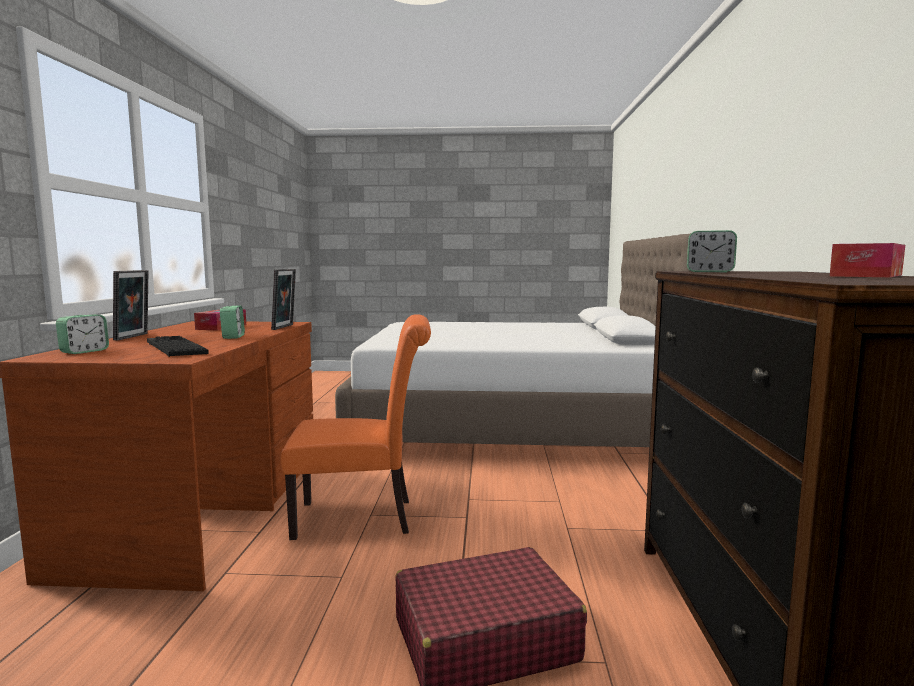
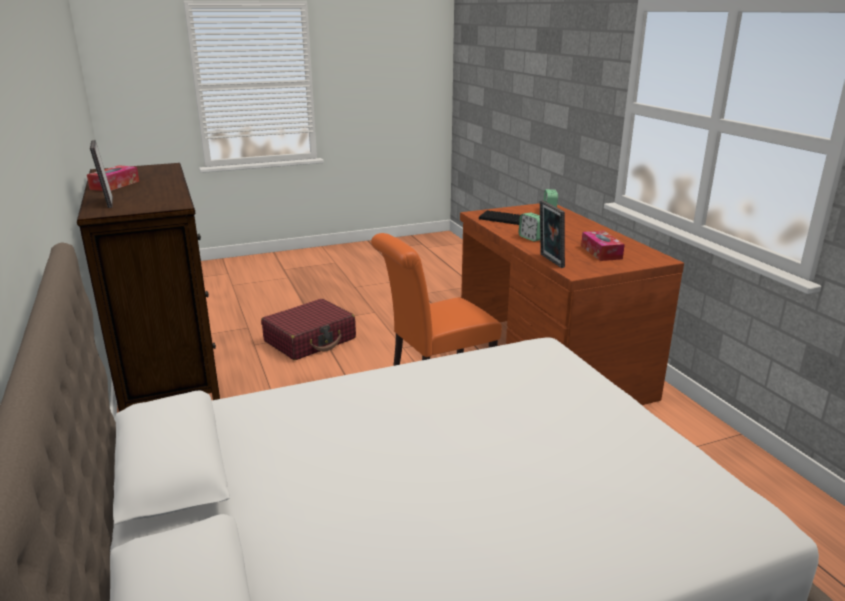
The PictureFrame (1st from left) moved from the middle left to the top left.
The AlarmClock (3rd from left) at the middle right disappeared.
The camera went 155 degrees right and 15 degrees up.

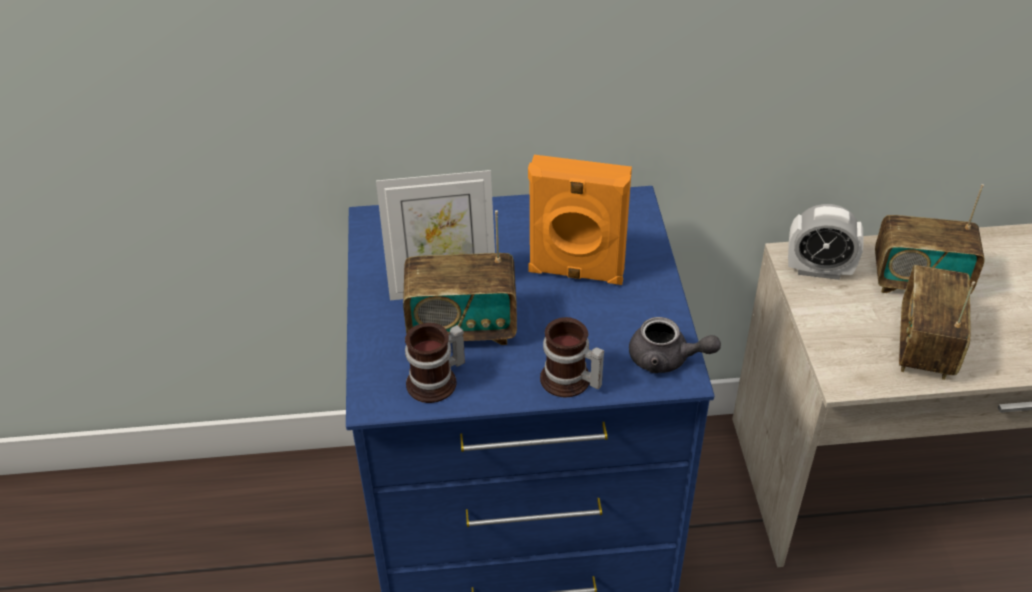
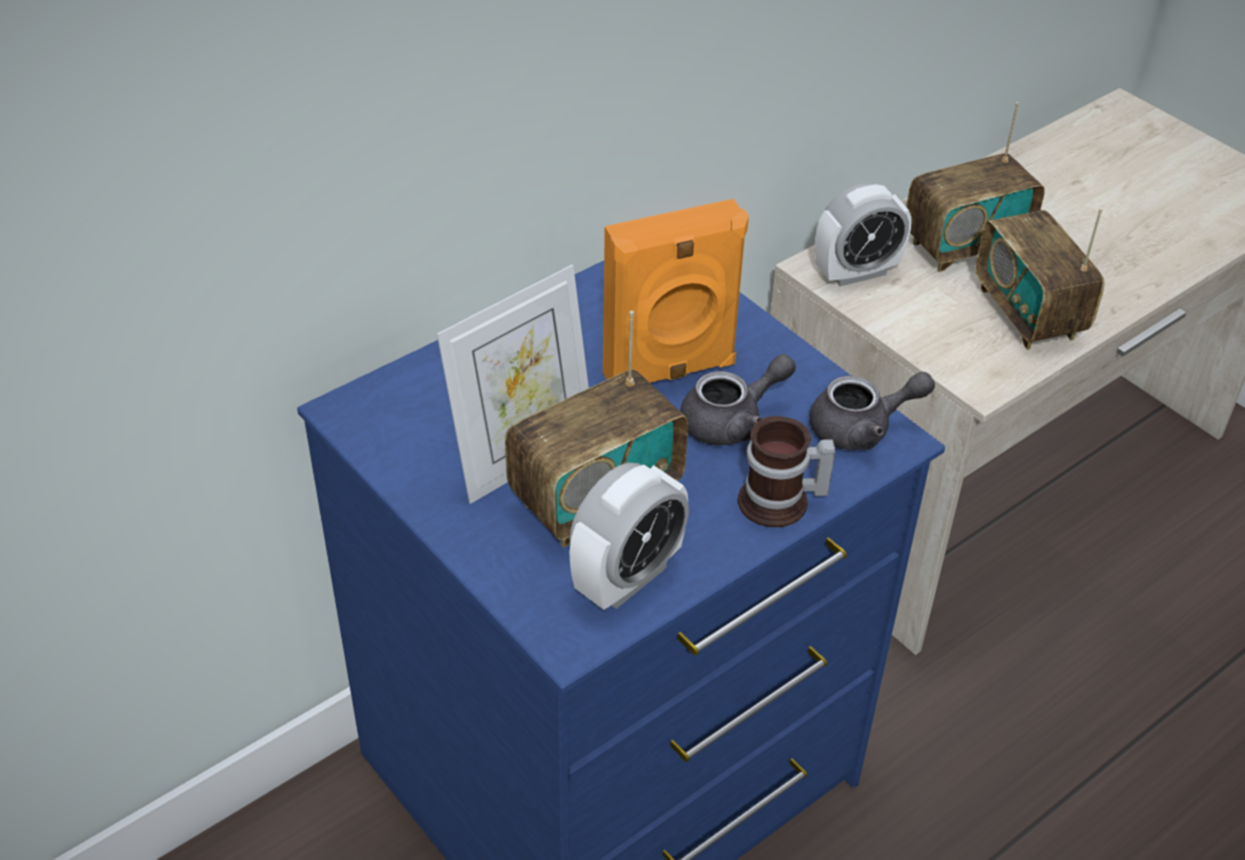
The Mug (1st from left) at the centre was replaced by the AlarmClock (1st from left) at the centre.
The GreyTeapot (1st from left) at the centre appeared.
The camera went 35 degrees left and 0 degrees up.

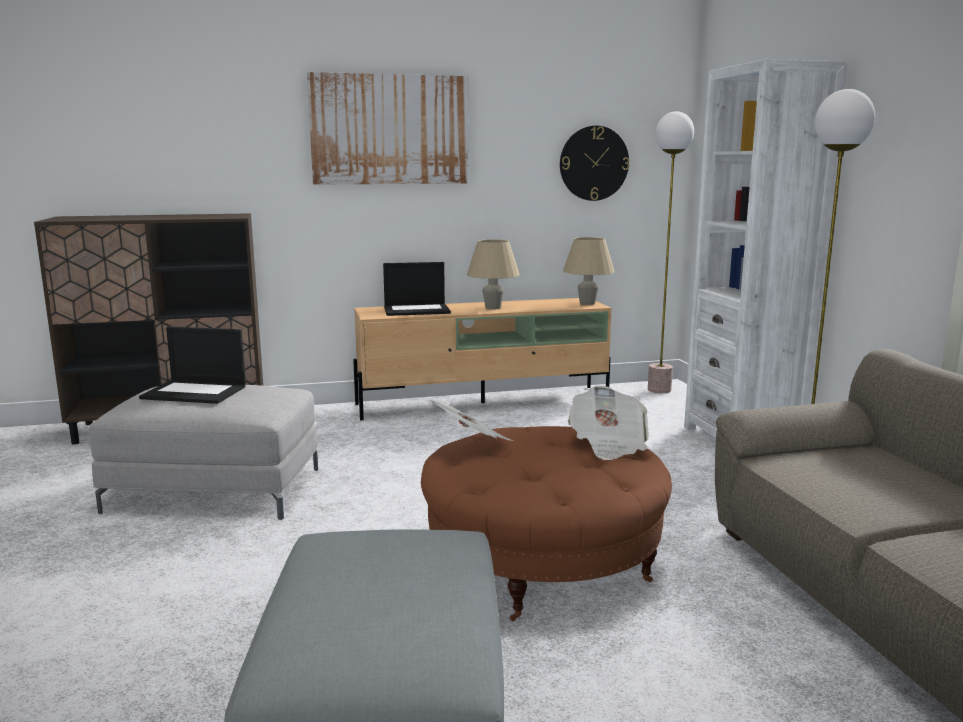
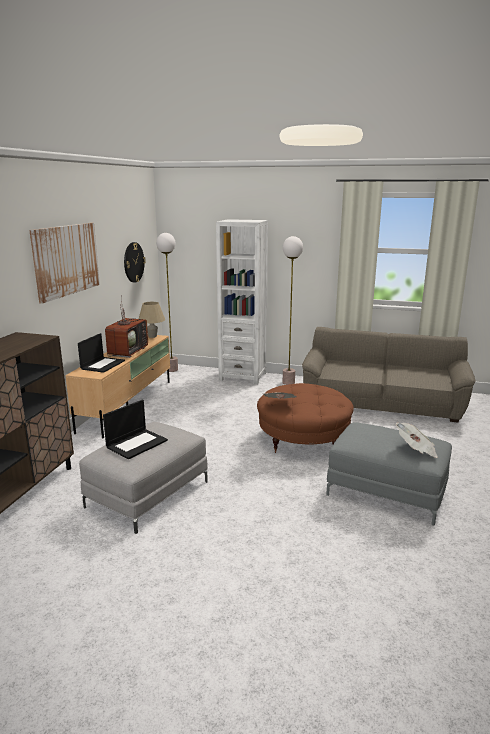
The BeigeTableLamp (1st from left) at the centre was replaced by the Television at the middle left.
The Newspaper (2nd from left) moved from the centre to the middle right.
The camera went 60 degrees left and 5 degrees up.

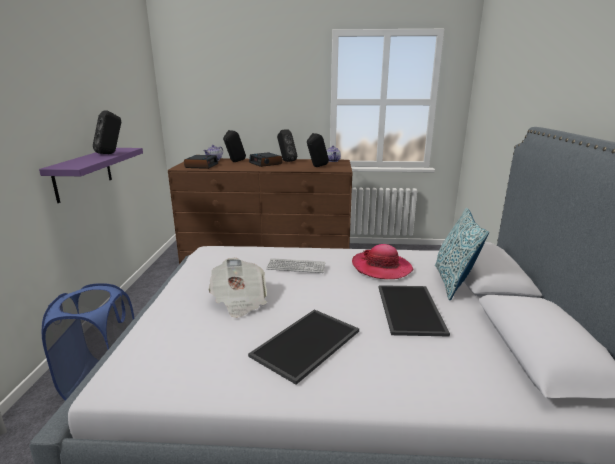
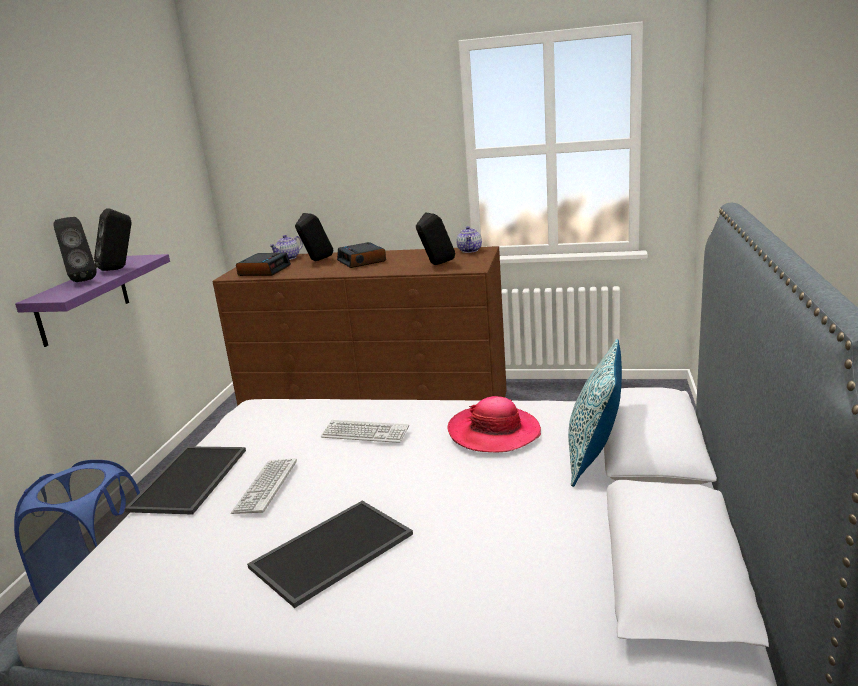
The Newspaper at the centre was replaced by the Keyboard (1st from left) at the bottom left.
The BlackSpeaker (3rd from left in the first image) moved from the top centre to the middle left.
The Tray (2nd from left in the first image) moved from the bottom right to the bottom left.
The camera went 10 degrees right and 0 degrees up.

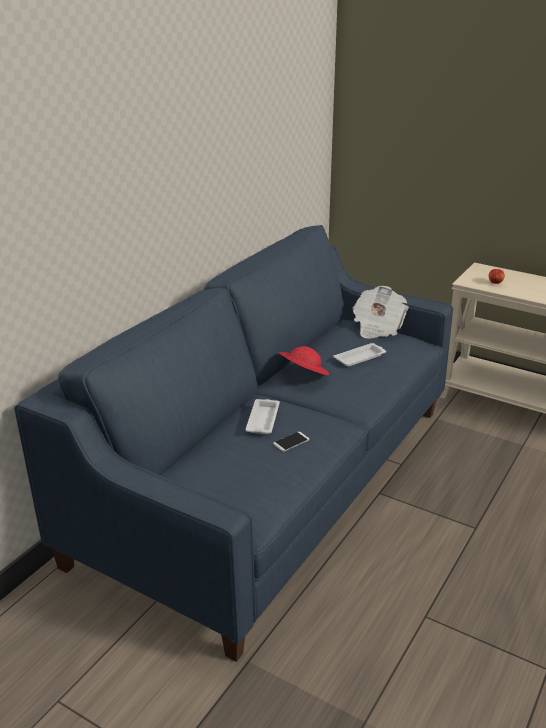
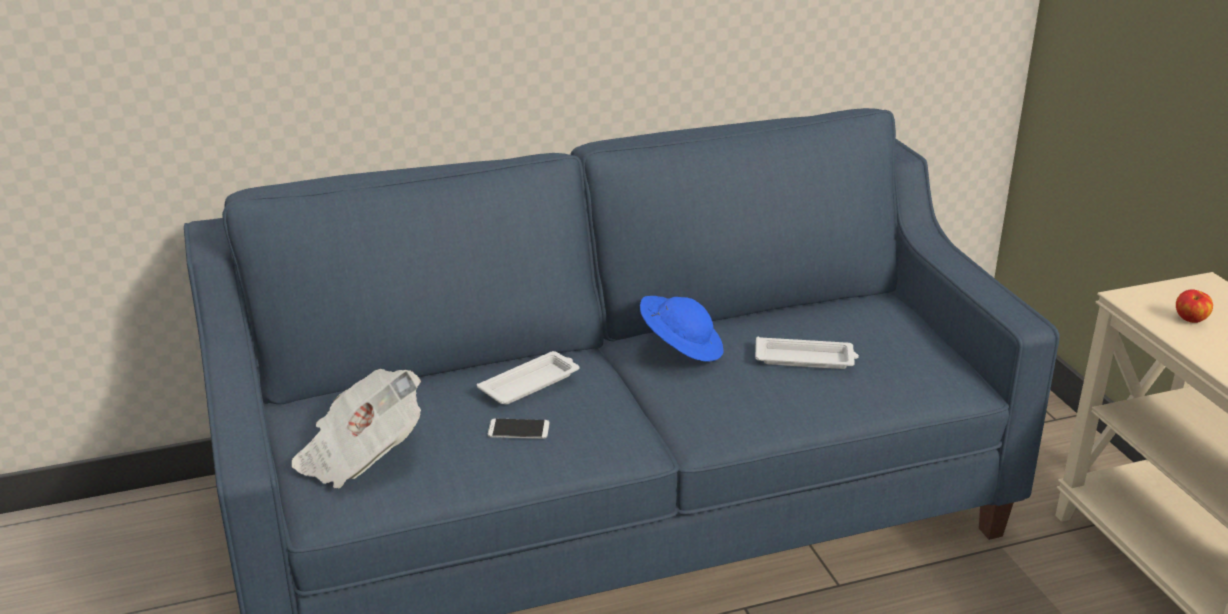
The RedHat at the centre became the BlueHat at the centre.
The Newspaper moved from the middle right to the bottom left.
The camera went 40 degrees right and 0 degrees up.

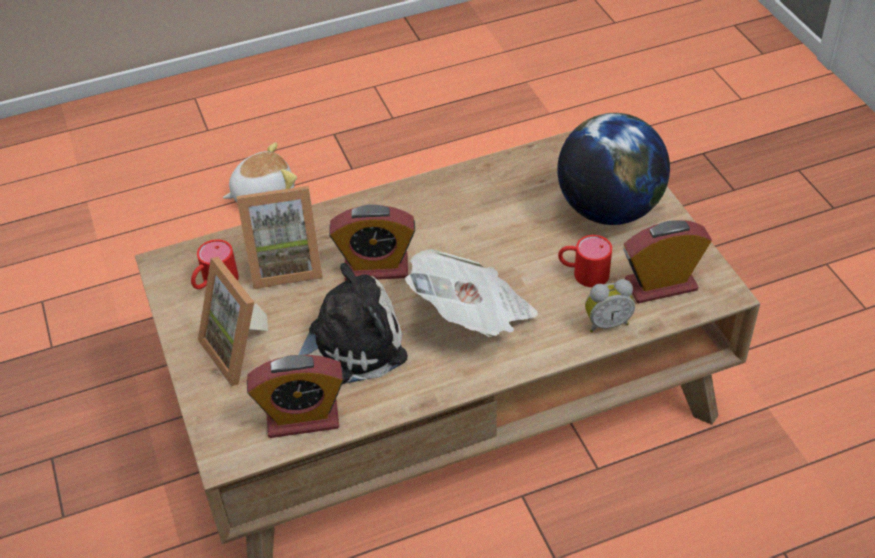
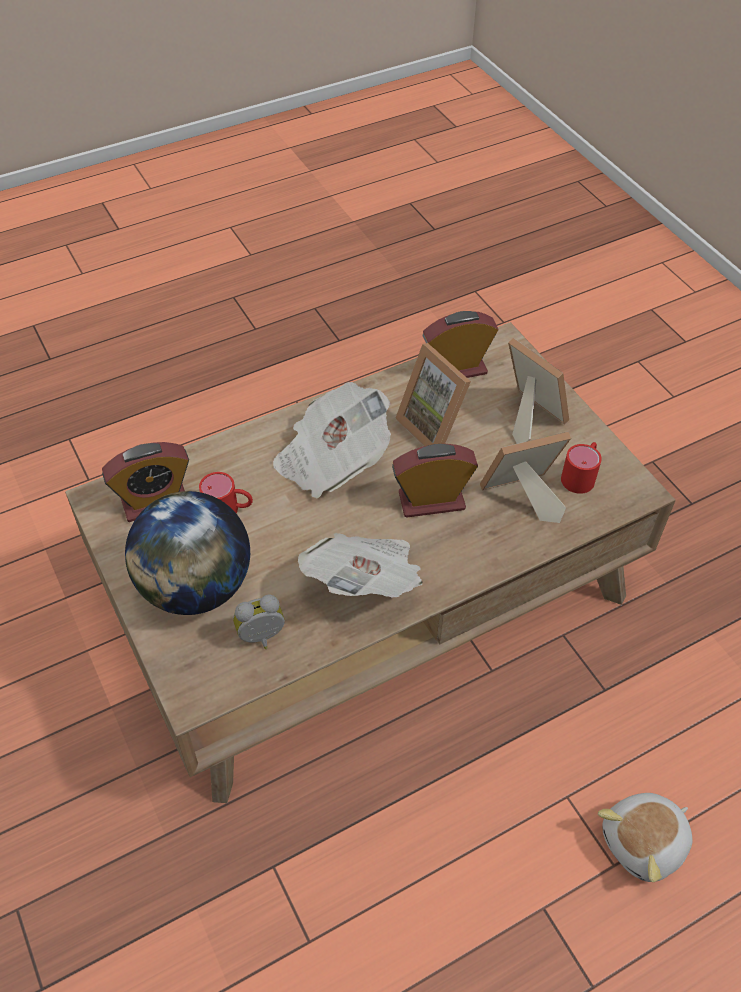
The PlushToy (2nd from left) at the centre was replaced by the PictureFrame (1st from left) at the centre.
The AlarmClock (3rd from left in the first image) moved from the middle right to the centre.
The Newspaper (2nd from left) at the centre appeared.
The camera went 170 degrees right and 5 degrees up.

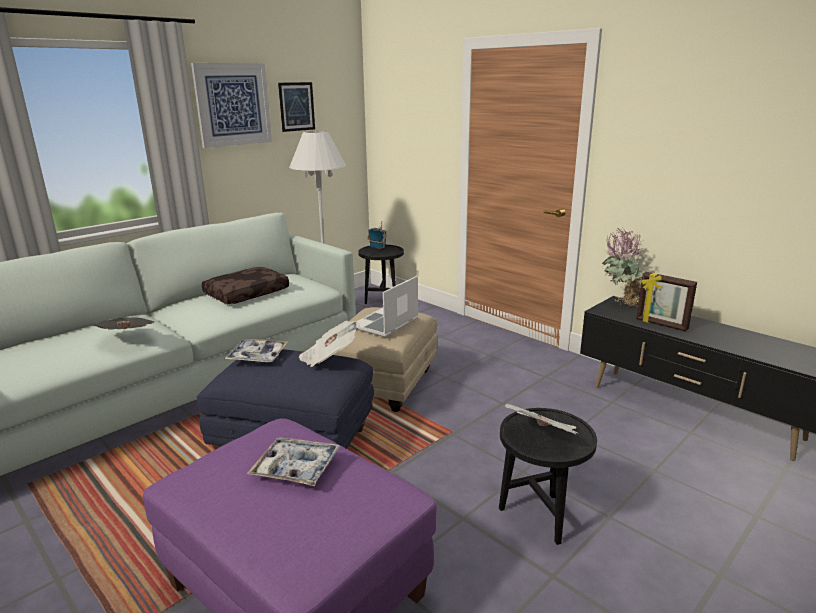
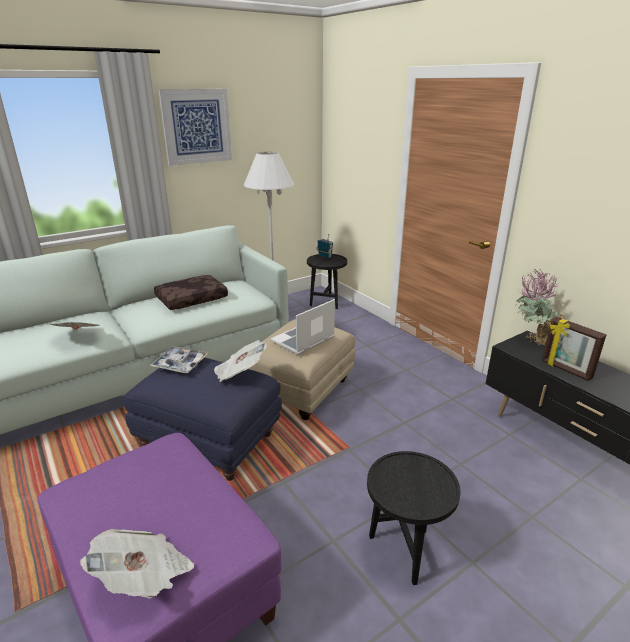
The Tray (2nd from left) at the bottom centre disappeared.
The Picture (2nd from left) at the top centre disappeared.
The Newspaper (3rd from left in the first image) moved from the bottom centre to the bottom left.
The camera went 10 degrees right and 5 degrees up.

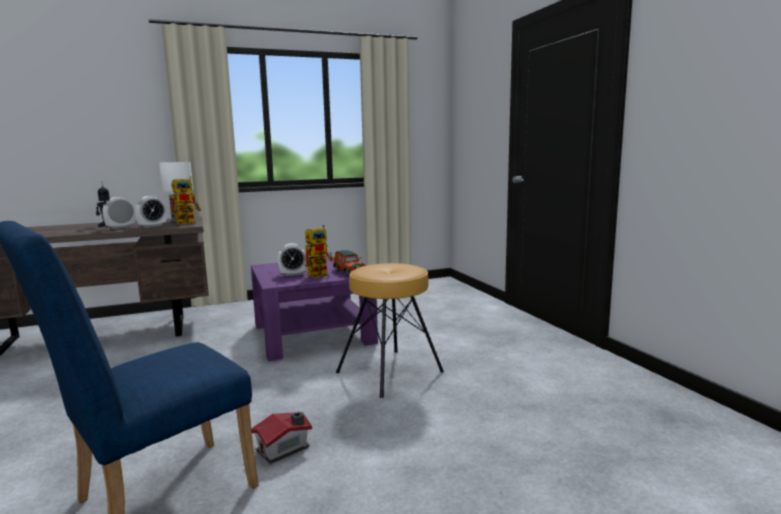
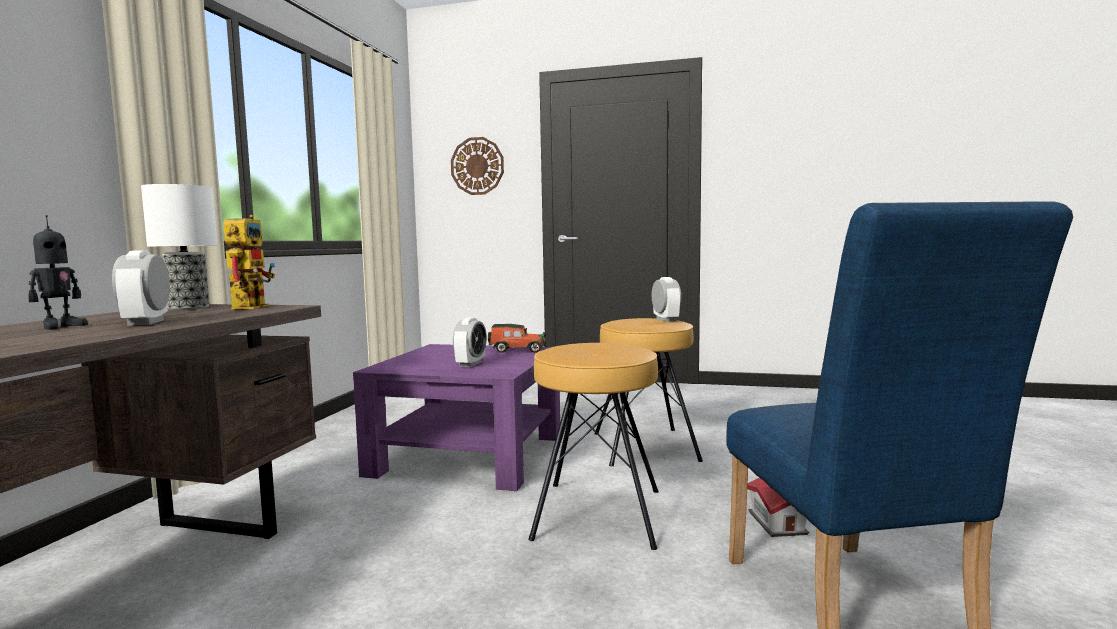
The AlarmClock (2nd from left in the first image) moved from the middle left to the centre.
The ToyRobot (3rd from left) at the centre disappeared.
The WallClock at the top centre appeared.
The BrownStool (1st from left) at the bottom centre appeared.
The camera went 55 degrees left and 5 degrees down.

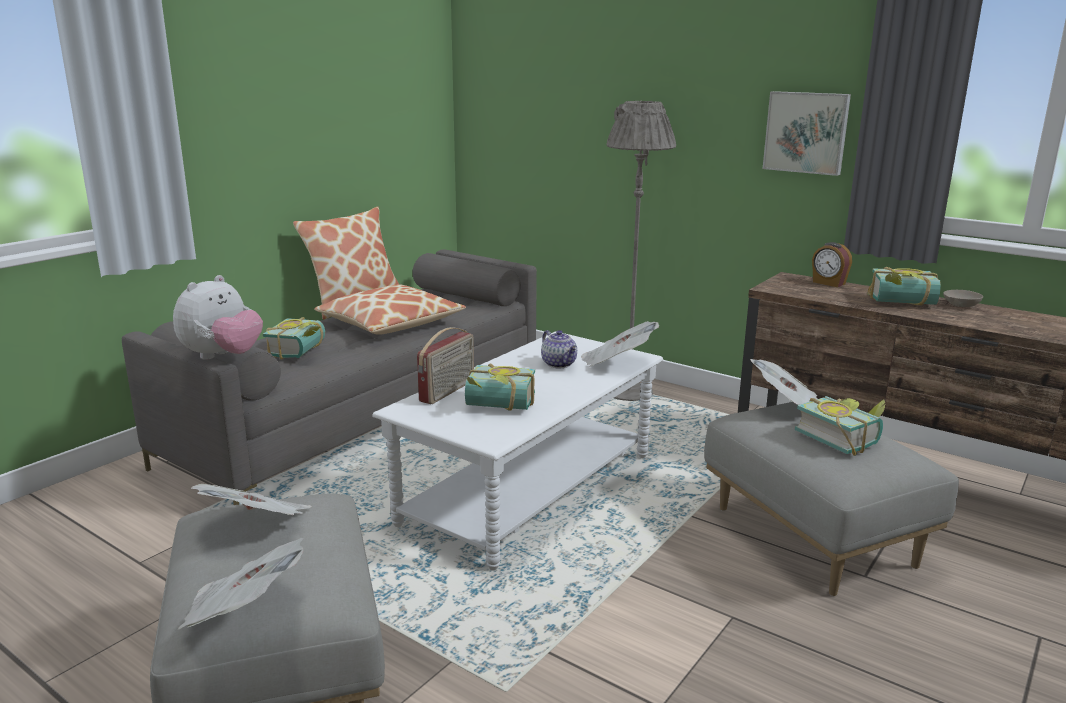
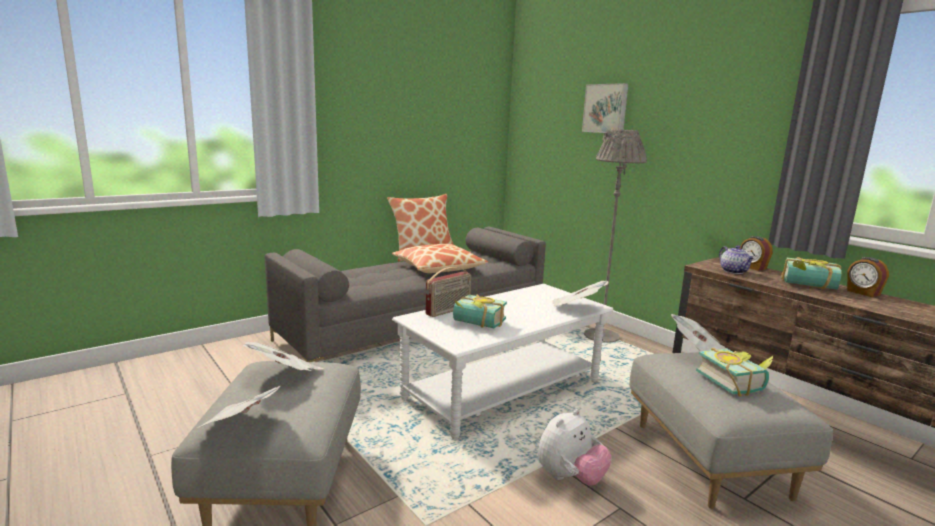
The PlushToy moved from the middle left to the bottom centre.
The Book (1st from left) at the middle left disappeared.
The Teapot moved from the centre to the middle right.
The Picture moved from the top right to the top centre.
The BeigeBowl at the middle right was replaced by the AlarmClock (2nd from left) at the middle right.
The camera went 15 degrees right and 5 degrees down.

